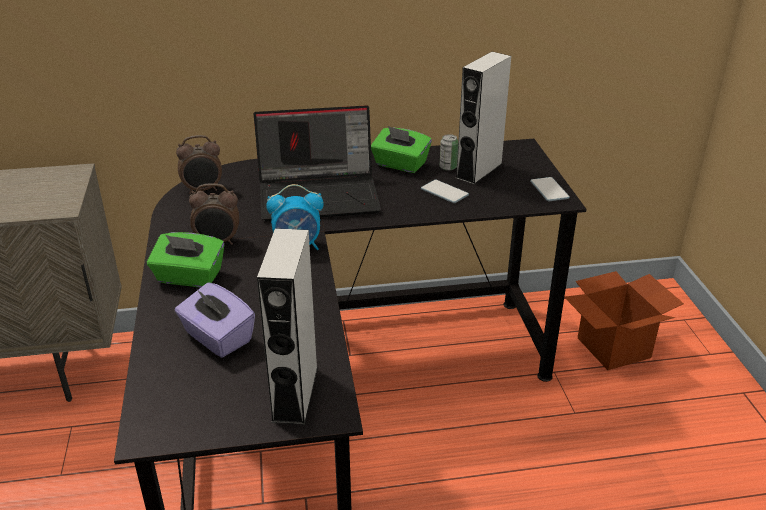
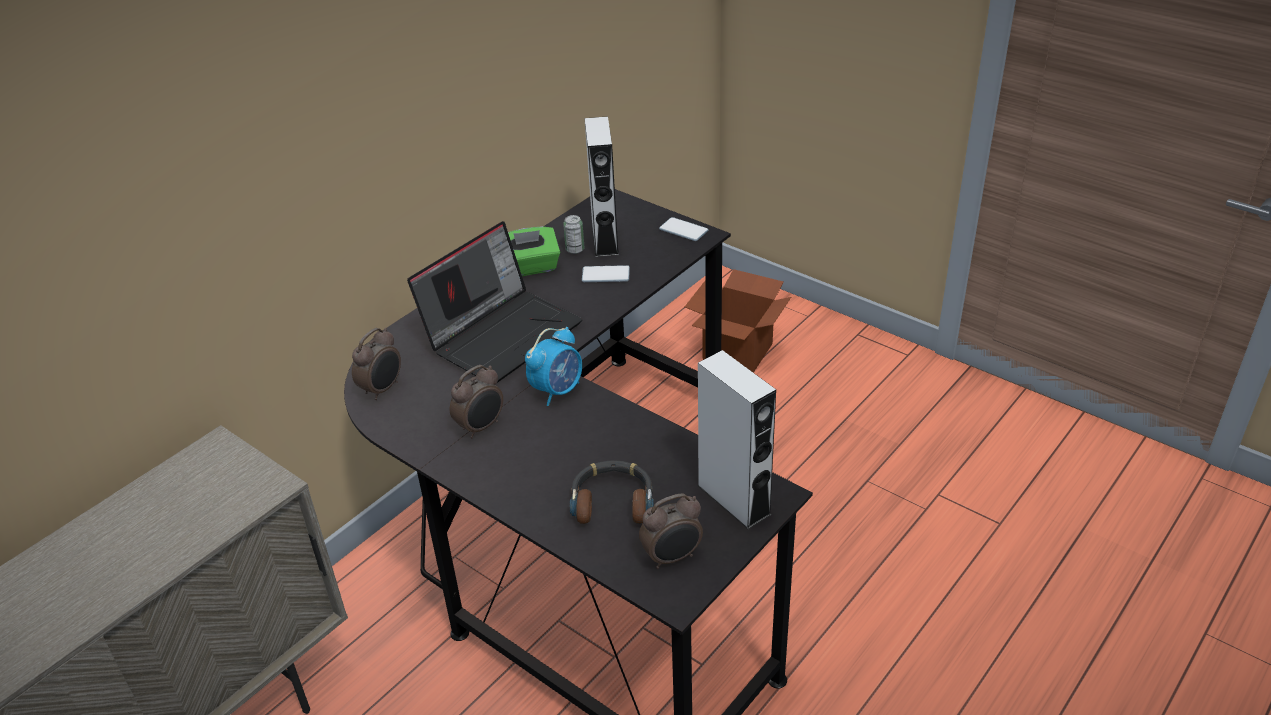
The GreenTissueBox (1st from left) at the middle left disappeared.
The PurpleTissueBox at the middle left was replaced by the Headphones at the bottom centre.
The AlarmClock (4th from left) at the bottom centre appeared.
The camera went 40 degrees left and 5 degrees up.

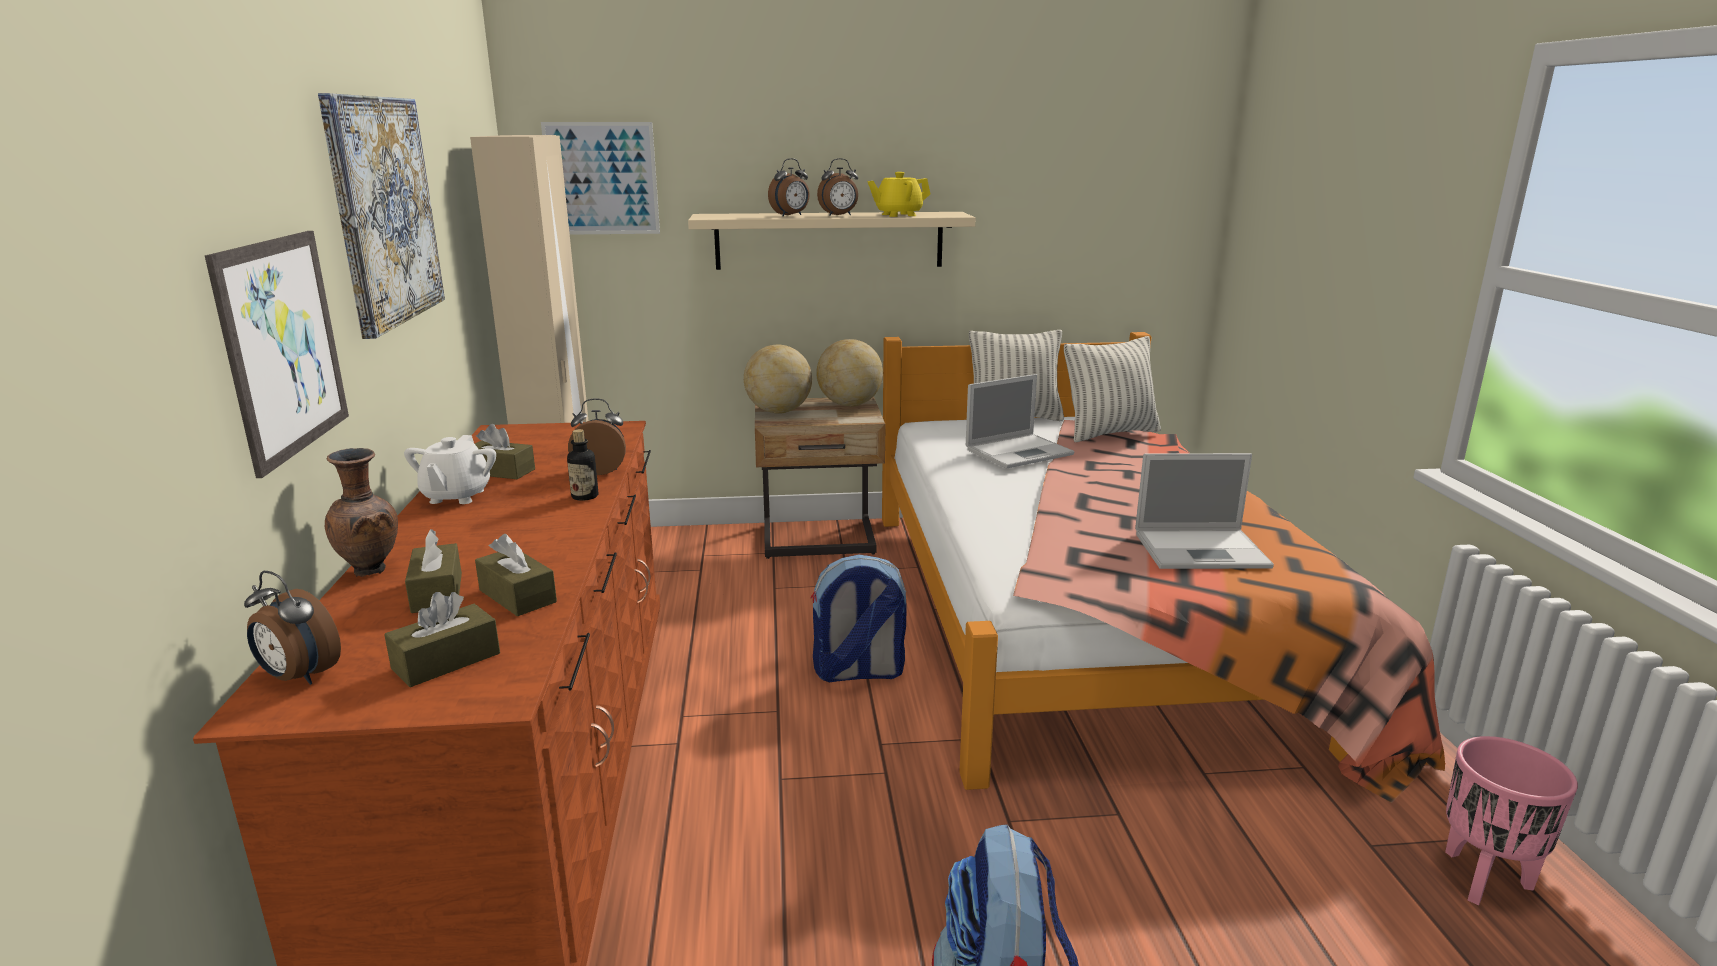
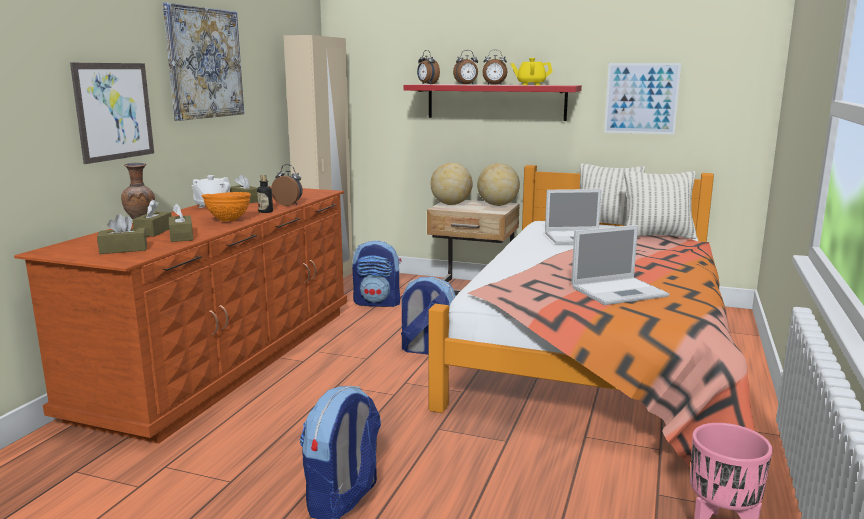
The AlarmClock (1st from left in the first image) moved from the middle left to the top centre.
The Picture (3rd from left) moved from the top centre to the top right.
The BeigeShelf at the top centre became the RedShelf at the top centre.
The Laptop (2nd from left) at the middle right turned 45 degrees counterclockwise.
The OrangeBowl at the middle left appeared.
The Backpack (2nd from left) at the centre appeared.
The camera went 25 degrees right and 5 degrees down.

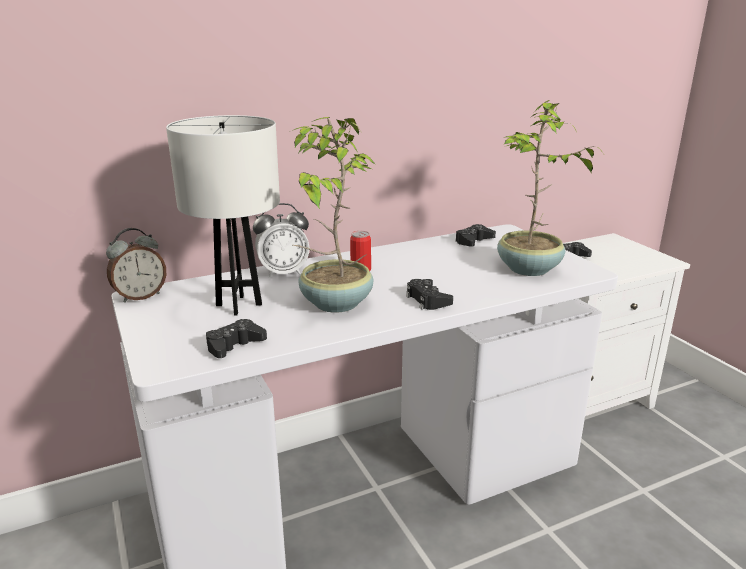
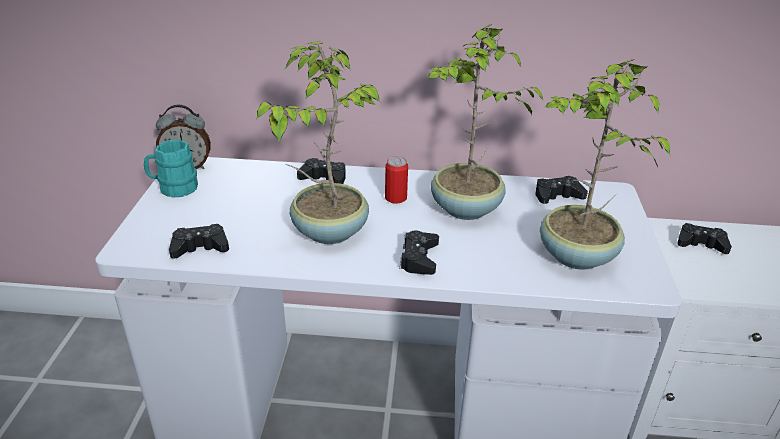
The WhiteTableLamp at the middle left disappeared.
The AlarmClock (2nd from left) at the centre was replaced by the BlackGameController (2nd from left) at the centre.
The TurquoiseMug at the middle left appeared.
The PottedPlant (2nd from left) at the top centre appeared.
The camera went 30 degrees right and 10 degrees up.

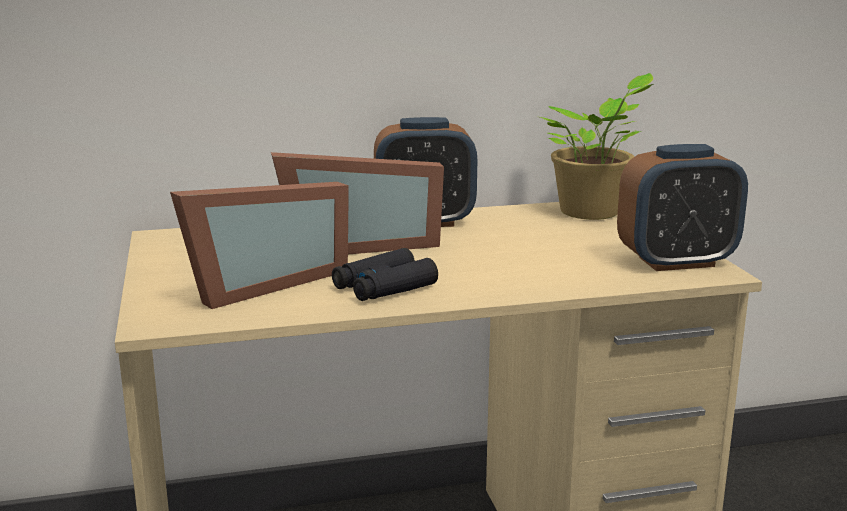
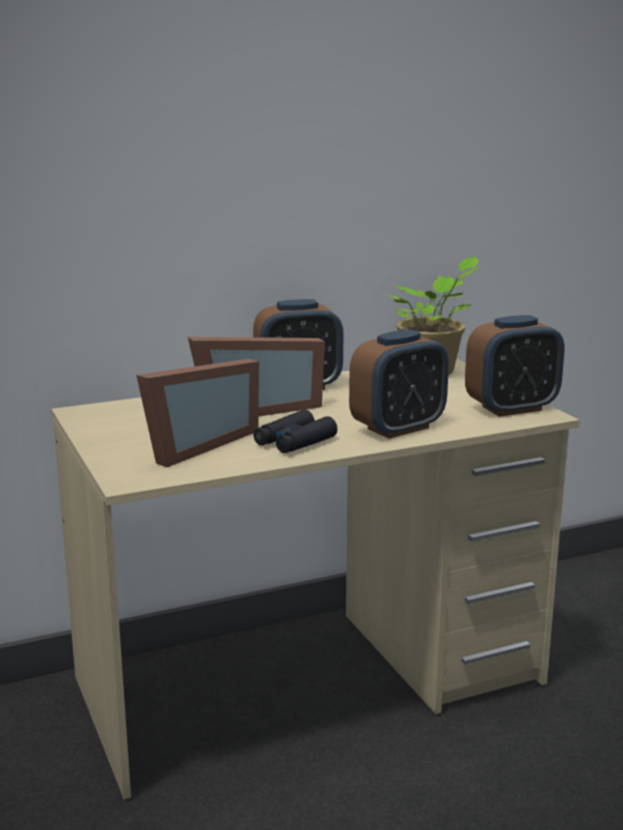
The AlarmClock (2nd from left) at the centre appeared.
The camera went 10 degrees left and 0 degrees up.

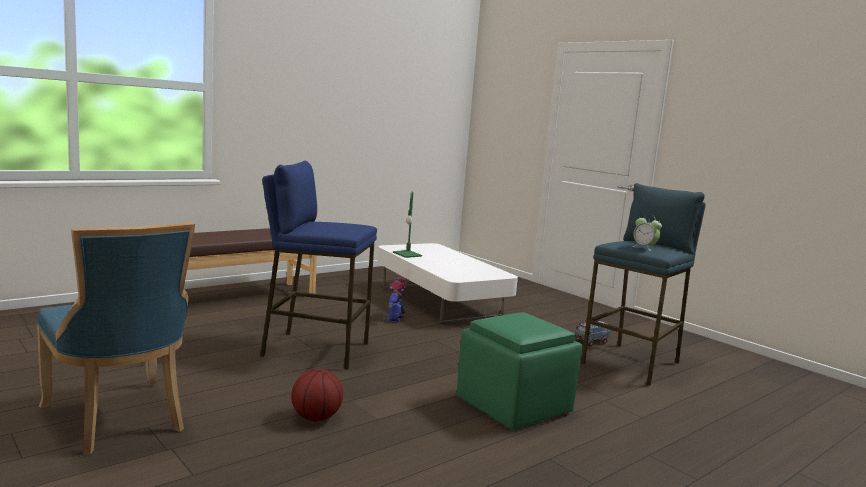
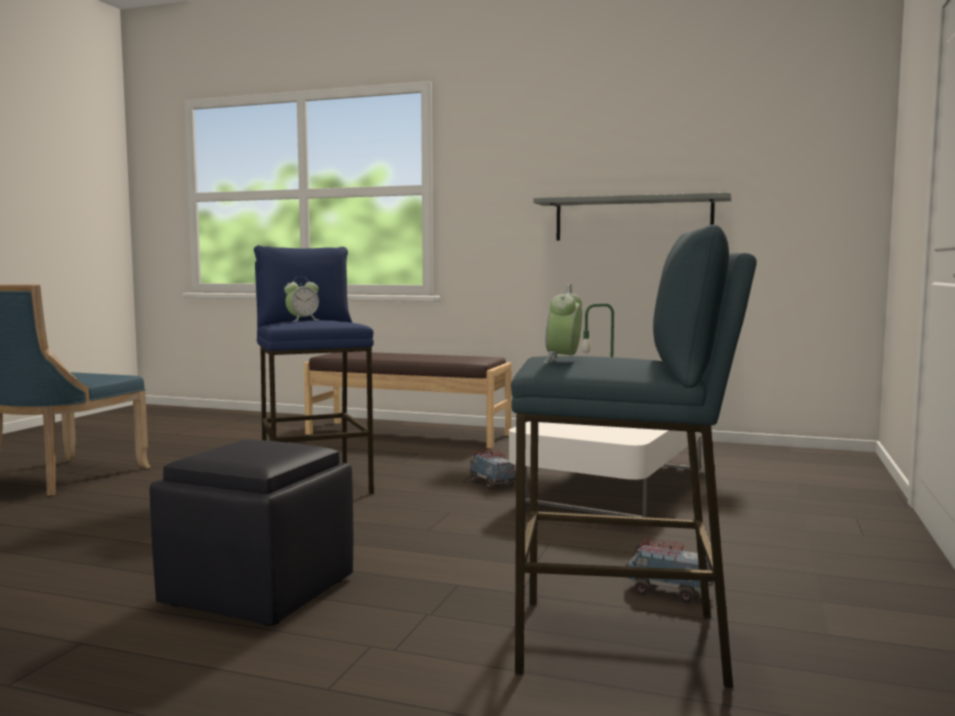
The Basketball at the bottom centre disappeared.
The ToyRobot at the centre was replaced by the ToyTruck (1st from left) at the centre.
The GreenOttoman at the bottom centre became the BlackOttoman at the bottom left.
The AlarmClock (1st from left) at the middle left appeared.
The GreyShelf at the top centre appeared.
The camera went 60 degrees right and 5 degrees down.

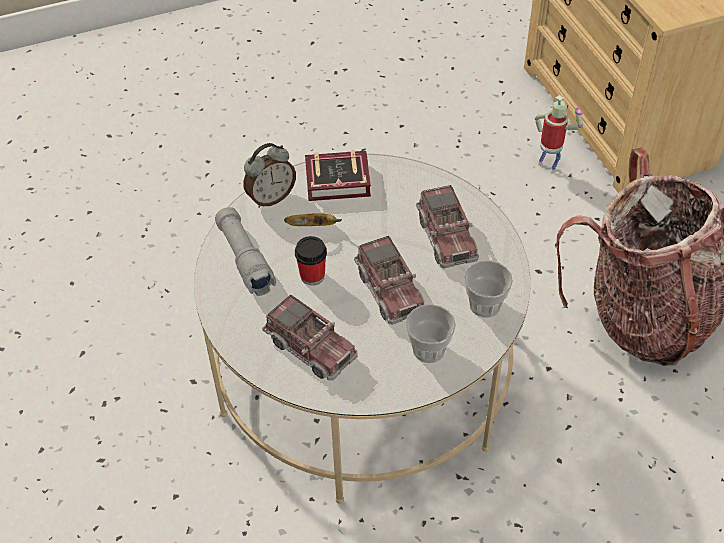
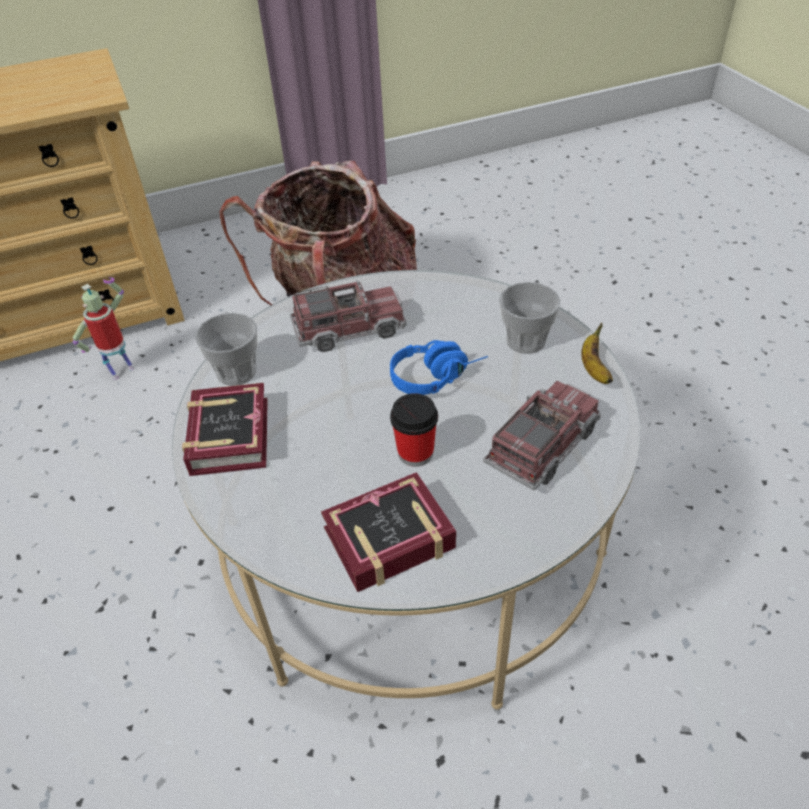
The GreyFlashlight at the centre was replaced by the Book (2nd from left) at the centre.
The AlarmClock at the top centre disappeared.
The Banana moved from the centre to the middle right.
The ToyTruck (2nd from left) at the centre was replaced by the BlueHeadphones at the centre.
The Cup (3rd from left in the first image) moved from the middle right to the middle left.
The camera went 90 degrees left and 5 degrees down.

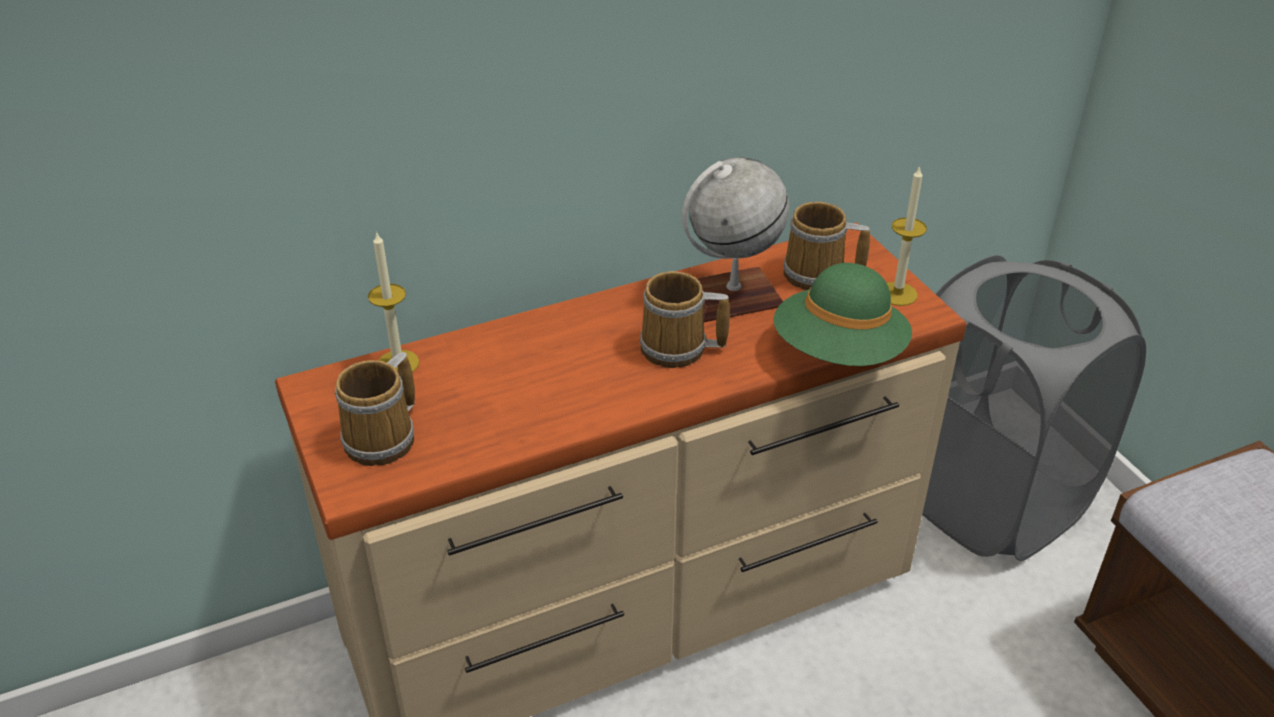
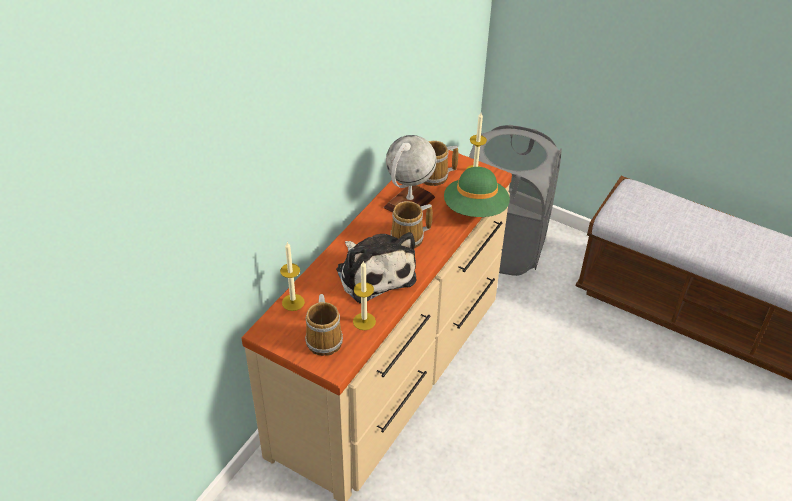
The PlushToy at the centre appeared.
The Candle (2nd from left) at the centre appeared.
The camera went 35 degrees left and 5 degrees up.

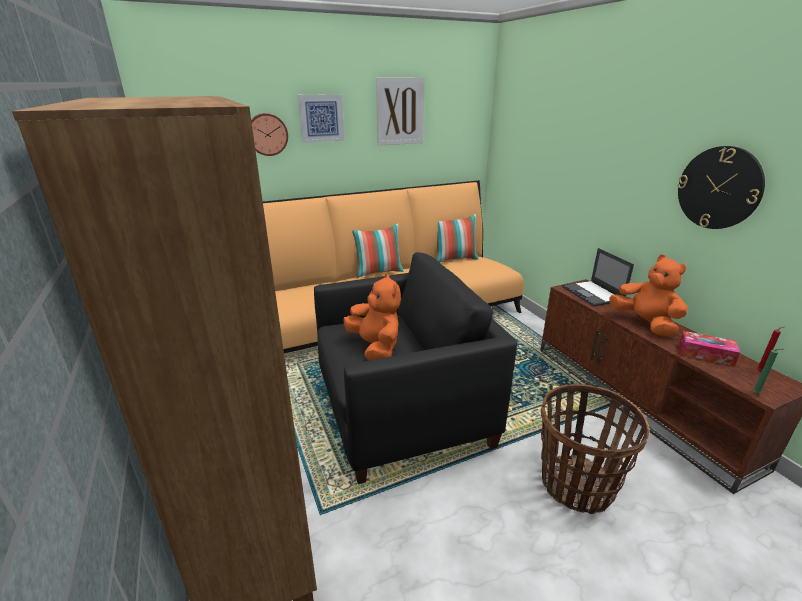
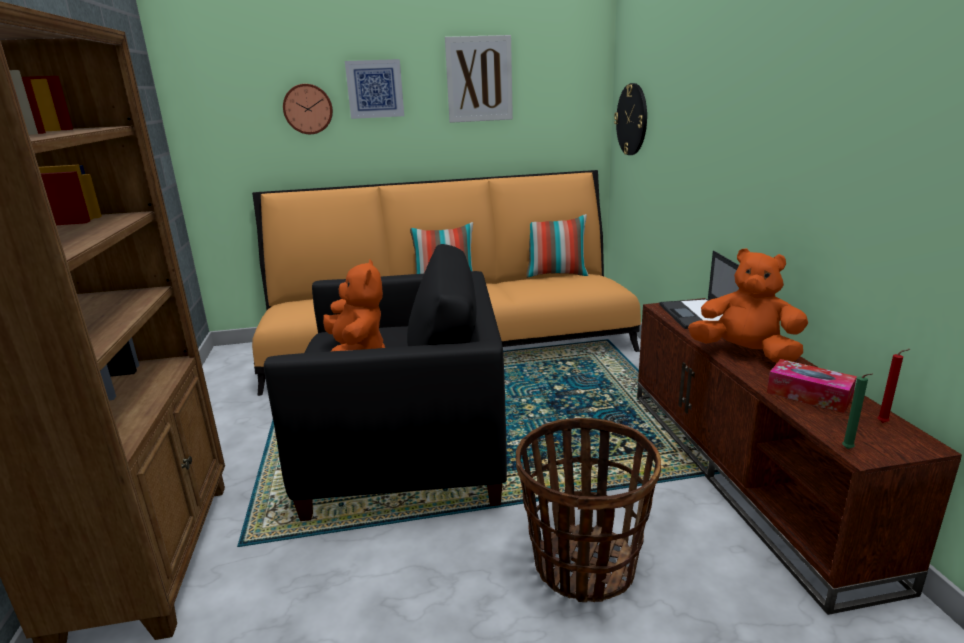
The OrangePlushToy (2nd from left) at the middle right turned 45 degrees counterclockwise.
The WallClock (2nd from left) moved from the top right to the top centre.
The camera went 15 degrees right and 5 degrees down.

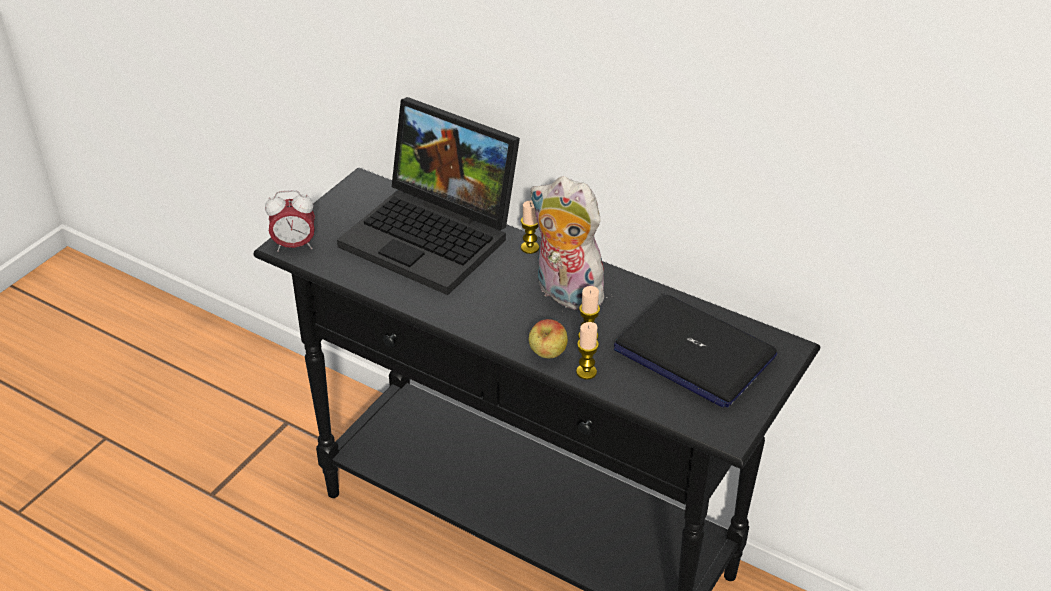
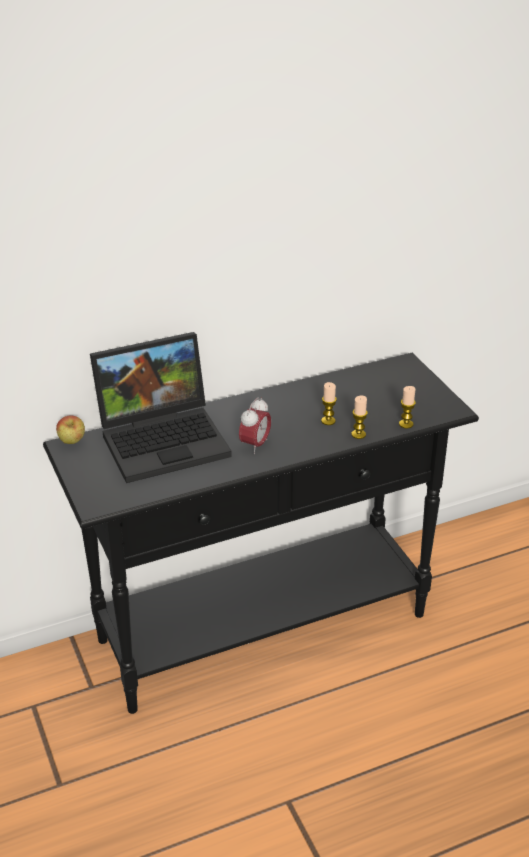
The AlarmClock moved from the middle left to the centre.
The Candle (1st from left in the first image) moved from the centre to the middle right.
The Apple moved from the centre to the middle left.
The PlushToy at the centre disappeared.
The Laptop (2nd from left) at the centre disappeared.
The camera went 55 degrees left and 5 degrees down.

